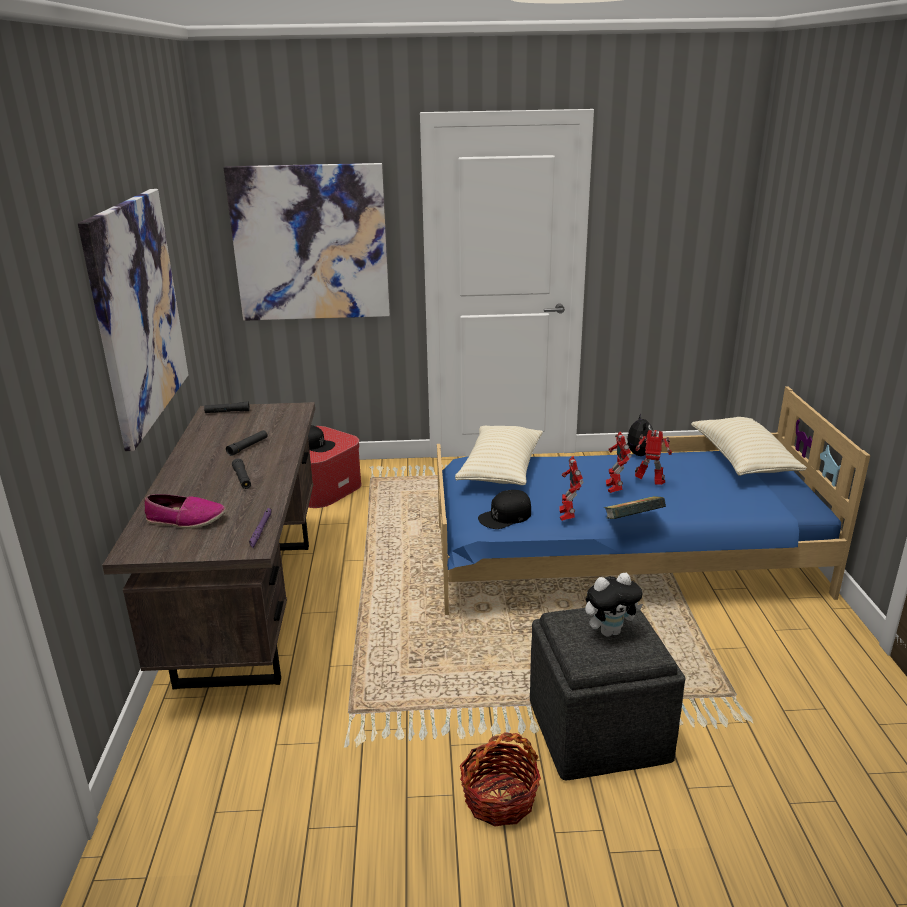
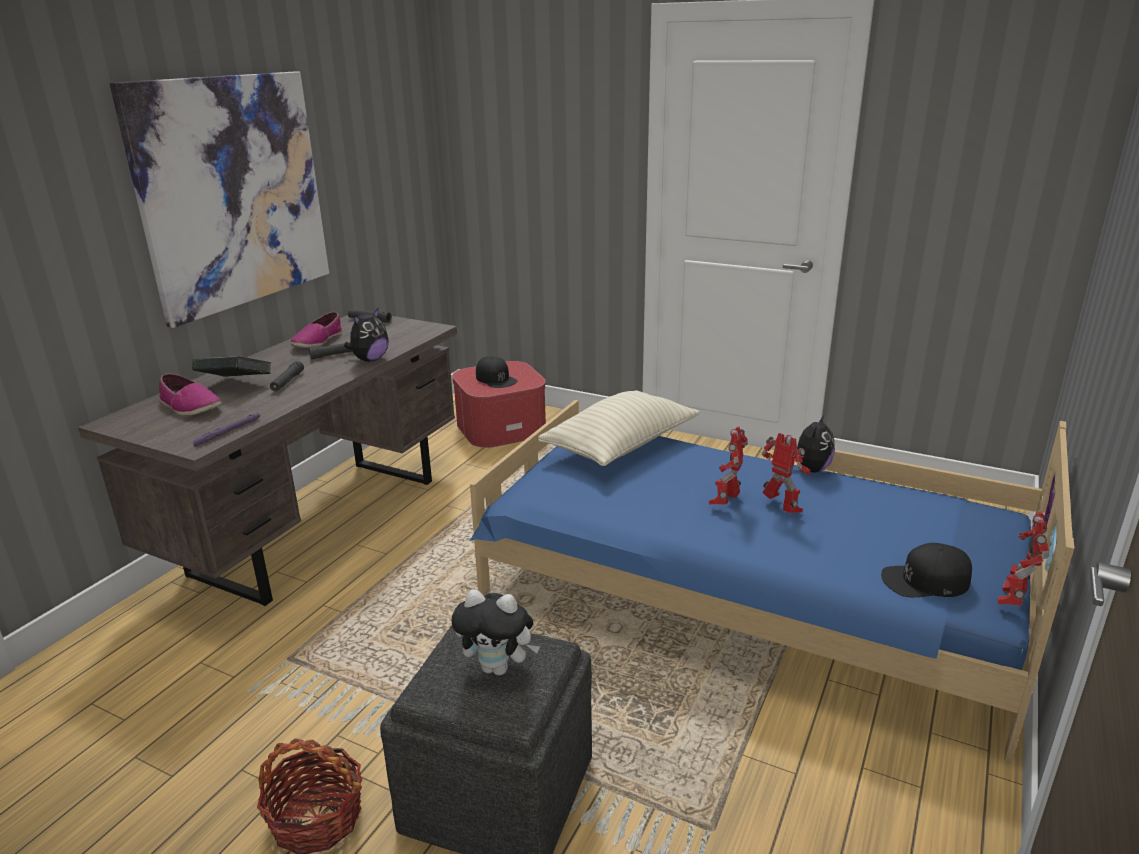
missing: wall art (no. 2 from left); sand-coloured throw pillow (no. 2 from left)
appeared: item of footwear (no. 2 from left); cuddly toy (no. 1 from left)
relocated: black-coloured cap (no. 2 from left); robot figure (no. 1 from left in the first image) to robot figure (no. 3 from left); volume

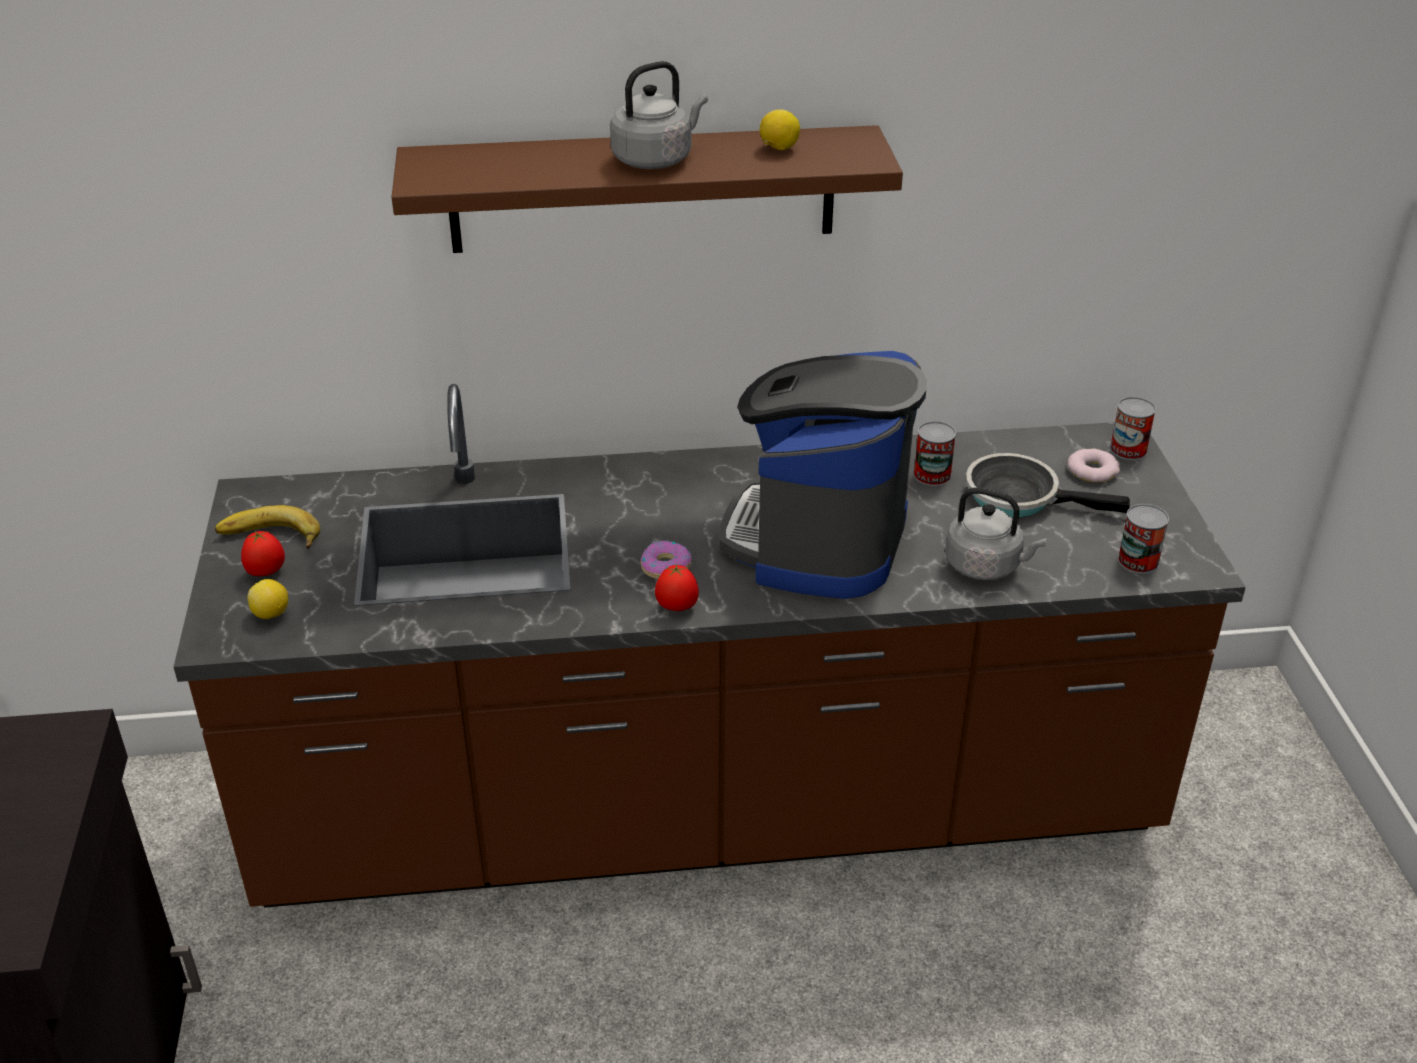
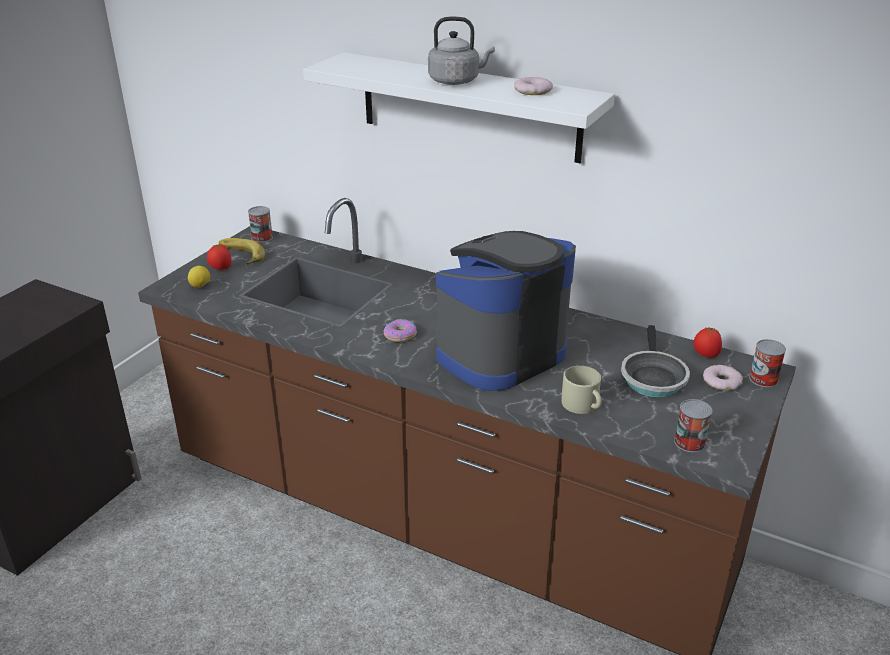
relocated: whole tomato (no. 2 from left); can (no. 1 from left)
exchanged: citrus fruit (no. 2 from left) to donut (no. 2 from left); gray water kettle (no. 2 from left) to sand-coloured mug
colour: brownish wall shelf to white wall shelf
spun: skillet 135 degrees counterclockwise

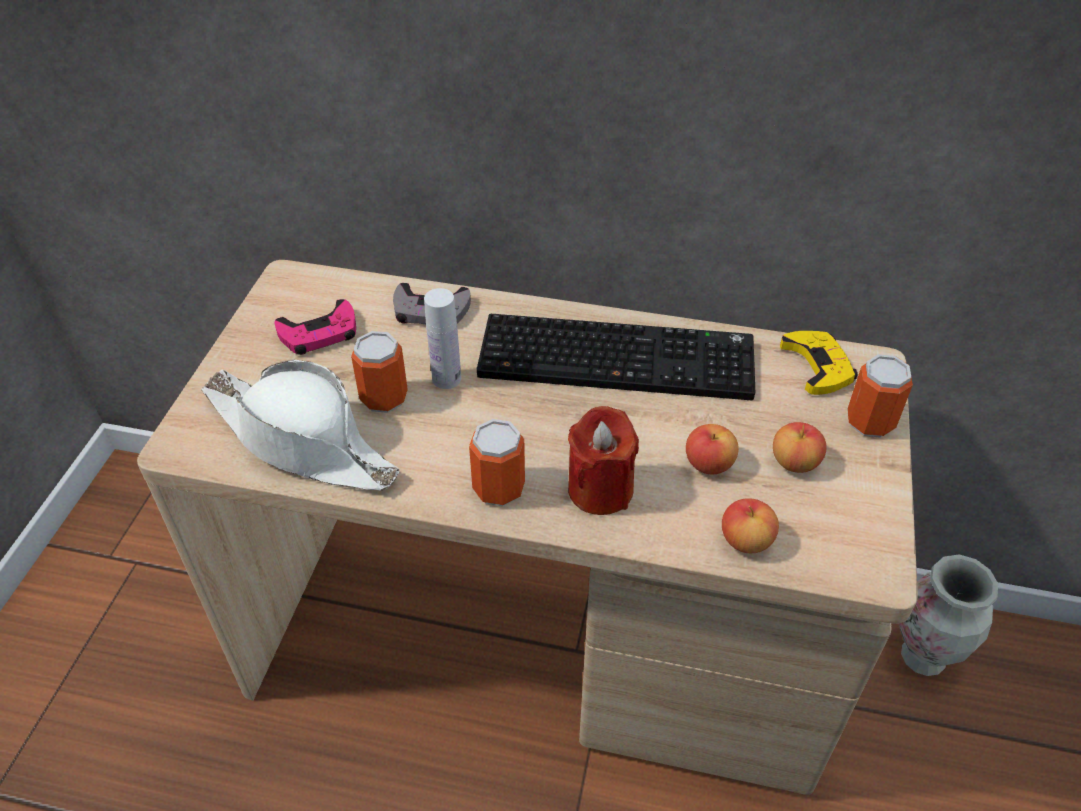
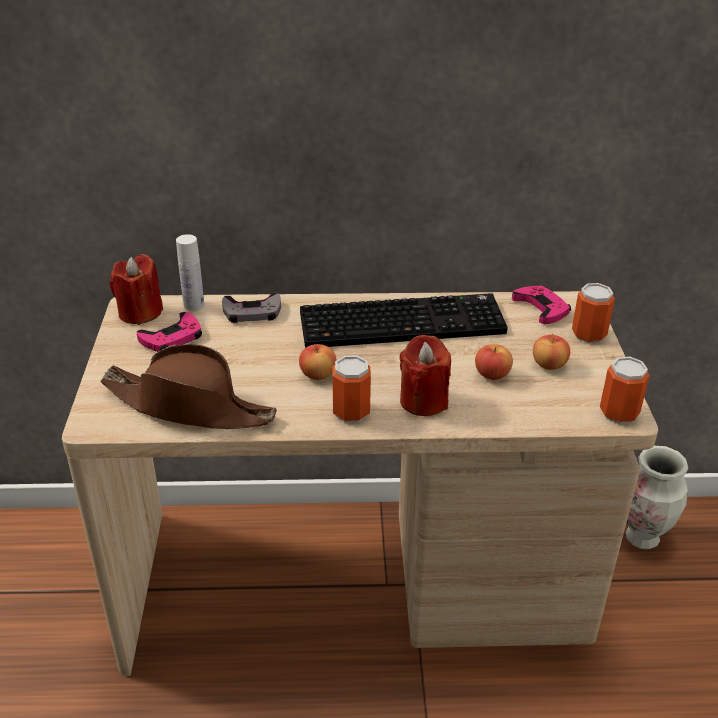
appeared: red-coloured candle (no. 1 from left)
relocated: can (no. 1 from left in the first image) to can (no. 3 from left); white beverage bottle; apple (no. 2 from left in the first image) to apple (no. 1 from left)
colour: white hat to brownish hat; yellow-coloured game controller to pink game controller (no. 2 from left)

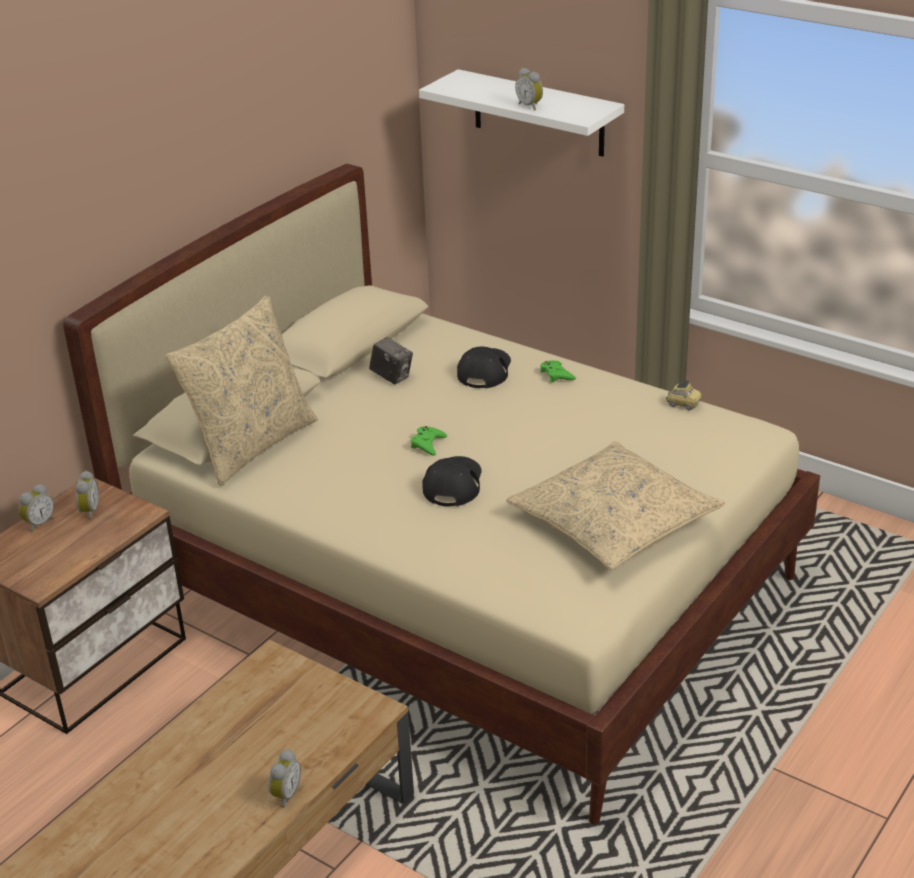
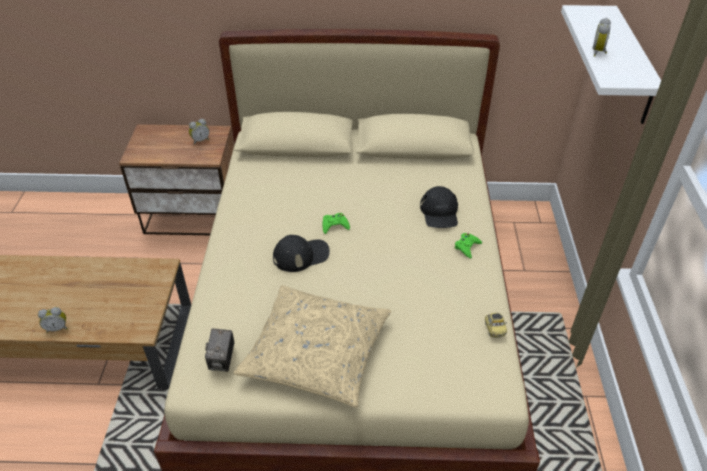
missing: bedside clock (no. 1 from left); sand-coloured throw pillow (no. 1 from left)
relocated: photo camera
spun: black-coloured cap (no. 2 from left) 105 degrees clockwise

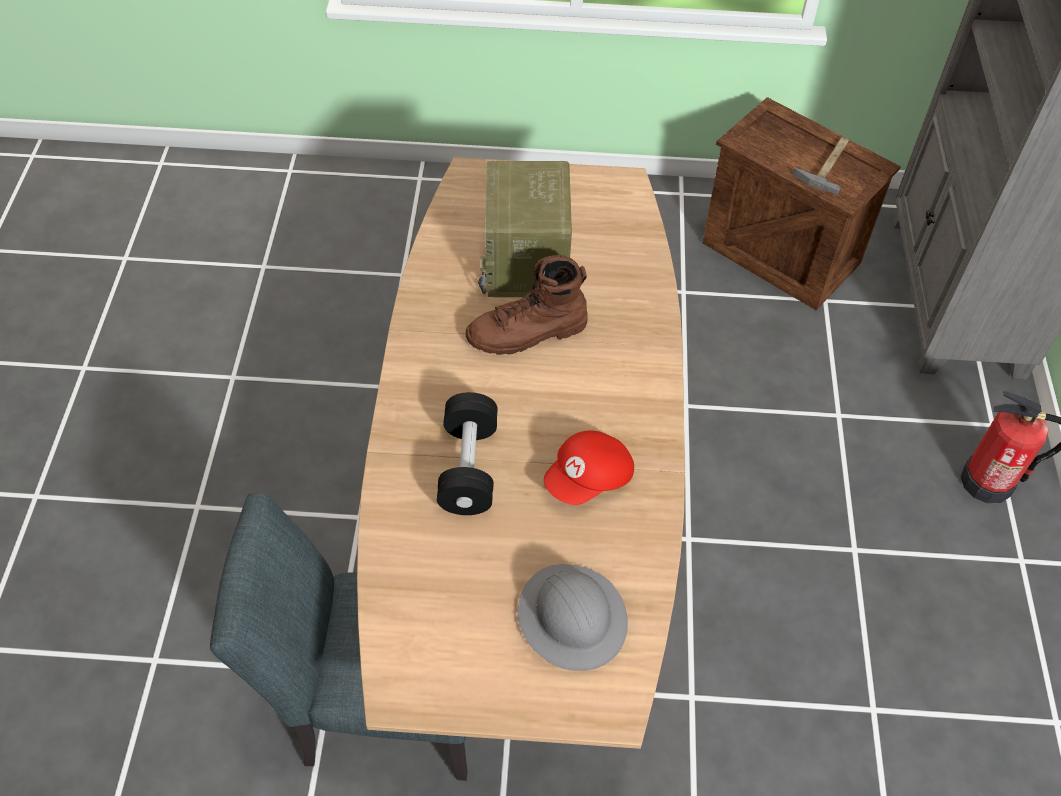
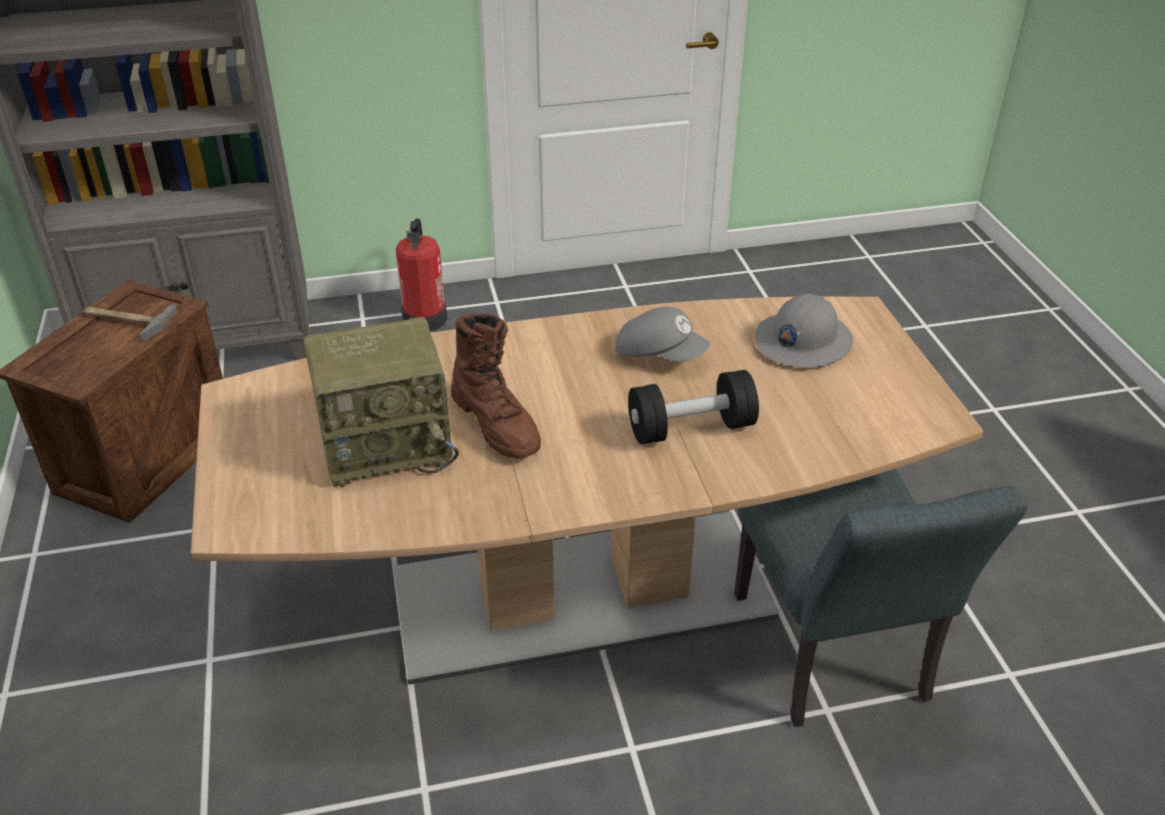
colour: red-coloured cap to gray cap

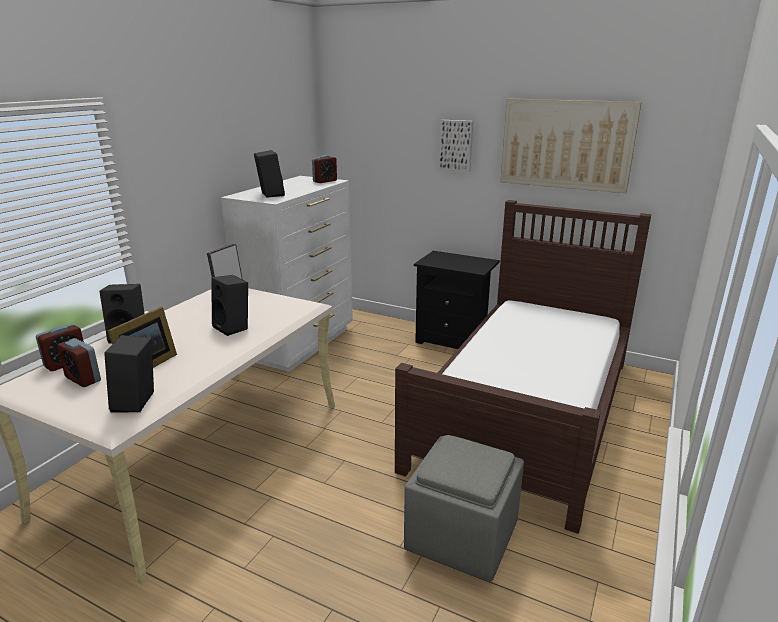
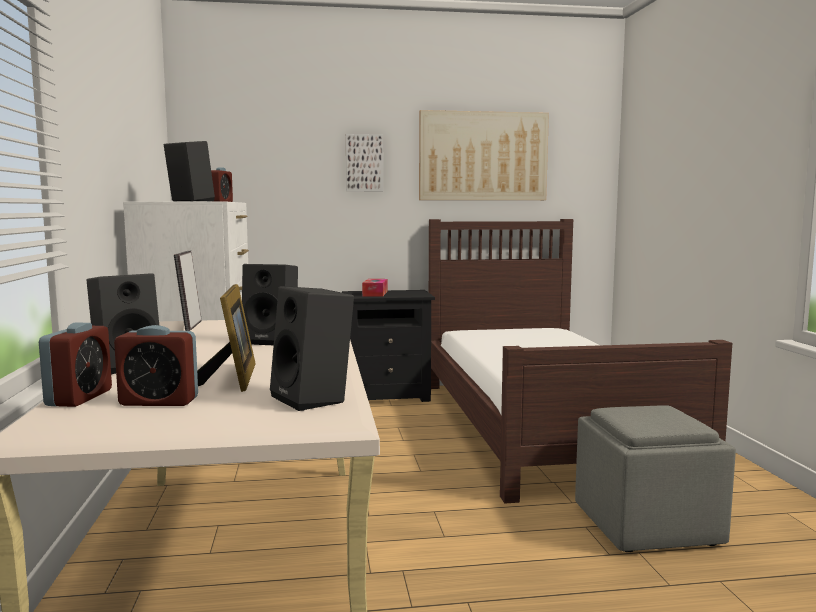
appeared: tissue box

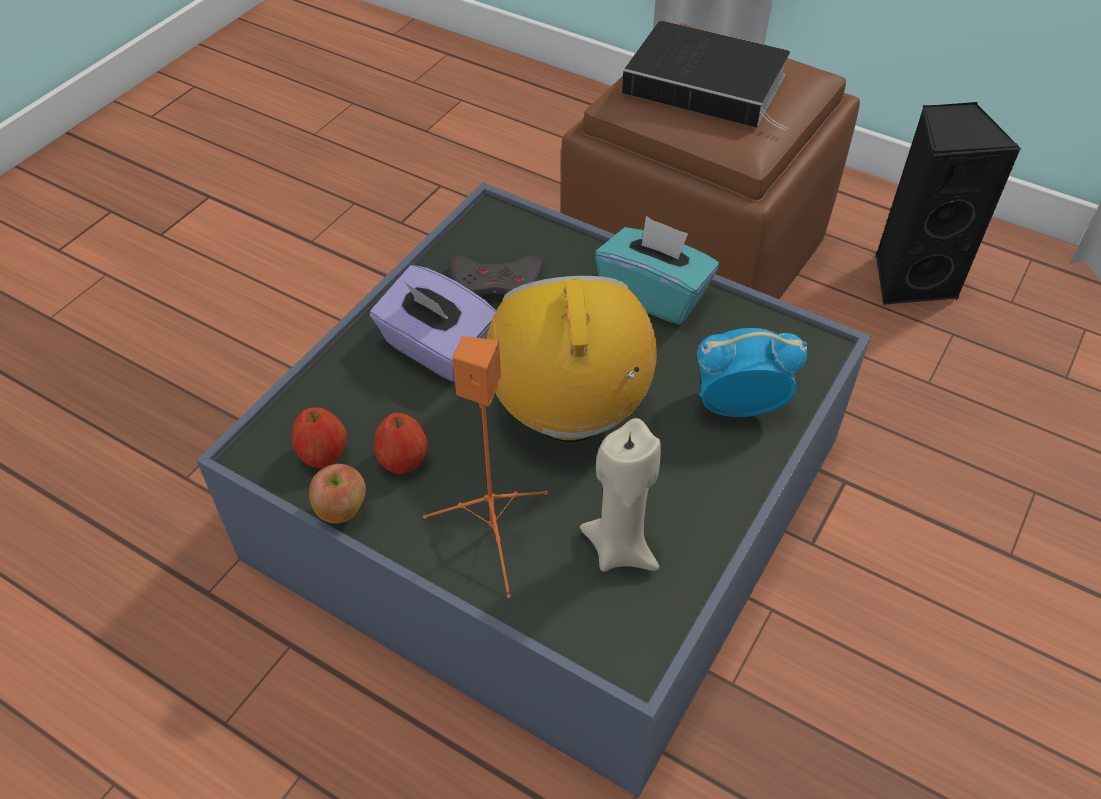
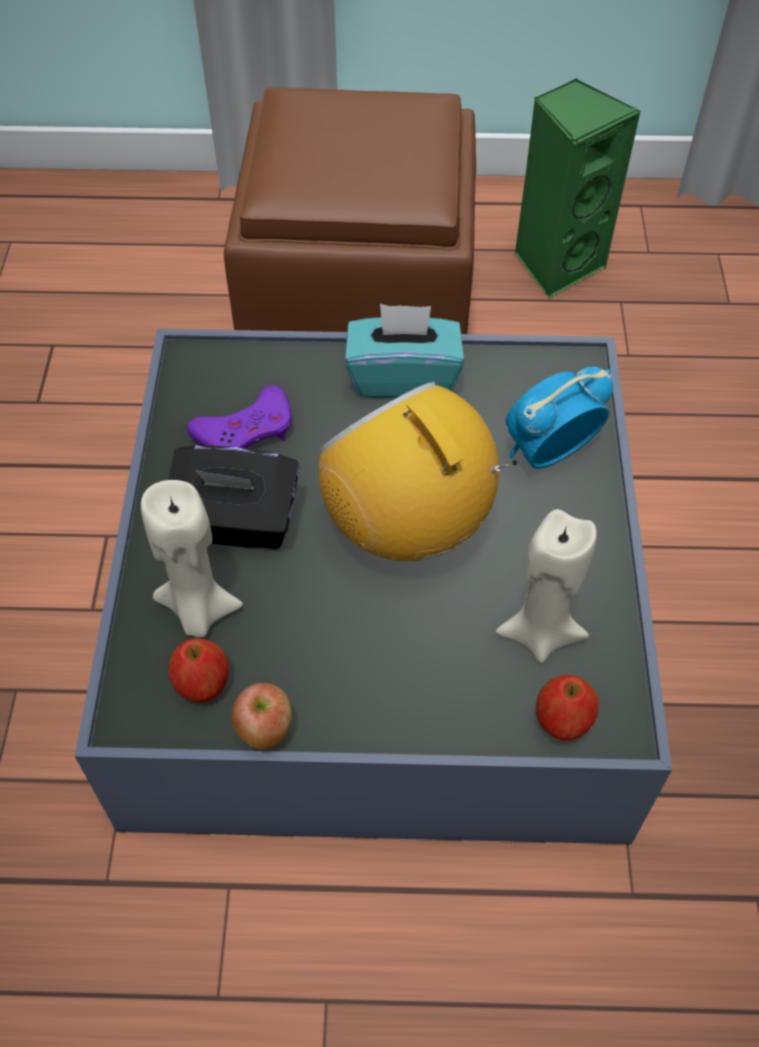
missing: orange loudspeaker; volume
appeared: sand-coloured candle (no. 1 from left)
relocated: apple (no. 3 from left)
colour: purple tissue box to black-coloured tissue box; gray game controller to purple game controller; black-coloured loudspeaker to greenish loudspeaker

